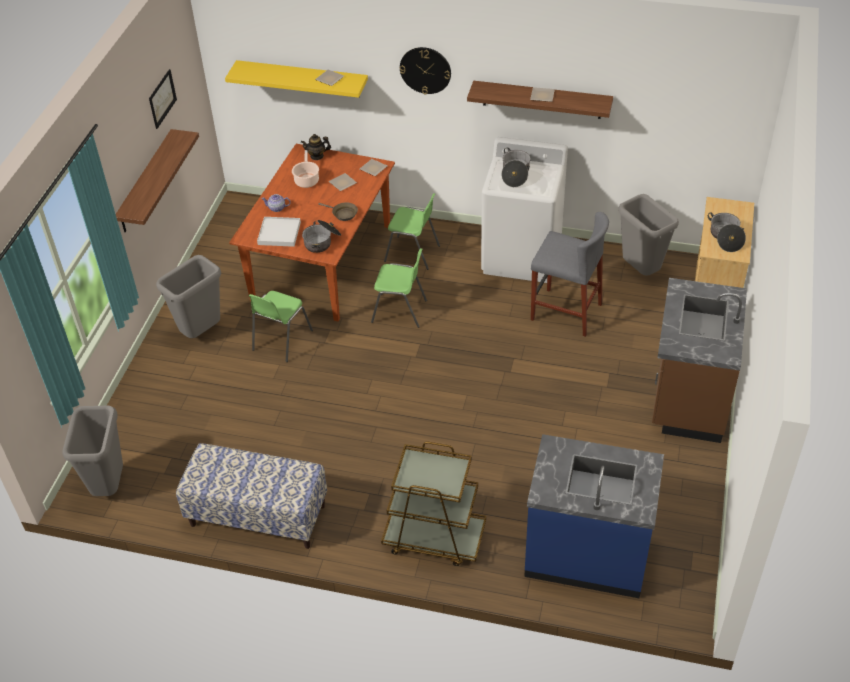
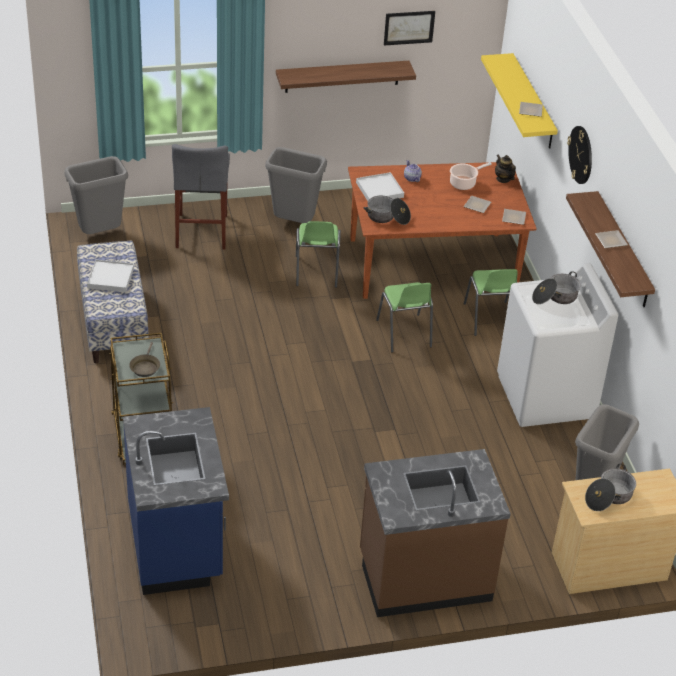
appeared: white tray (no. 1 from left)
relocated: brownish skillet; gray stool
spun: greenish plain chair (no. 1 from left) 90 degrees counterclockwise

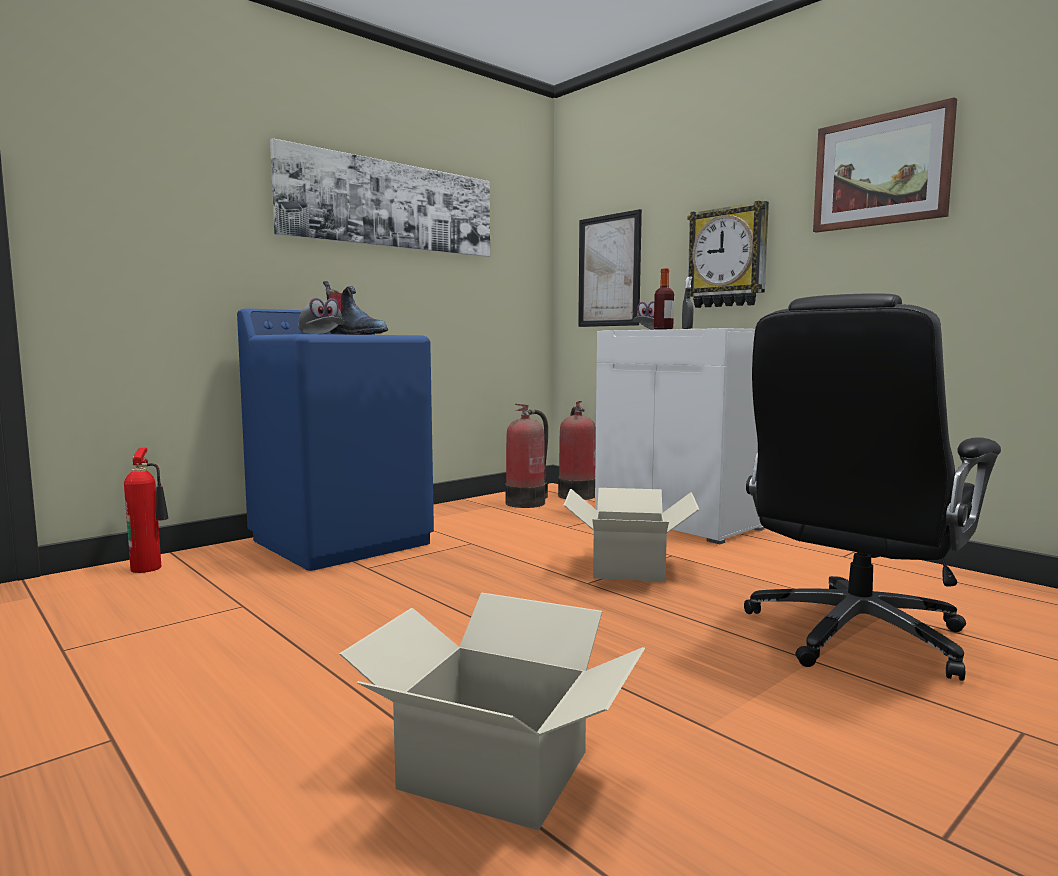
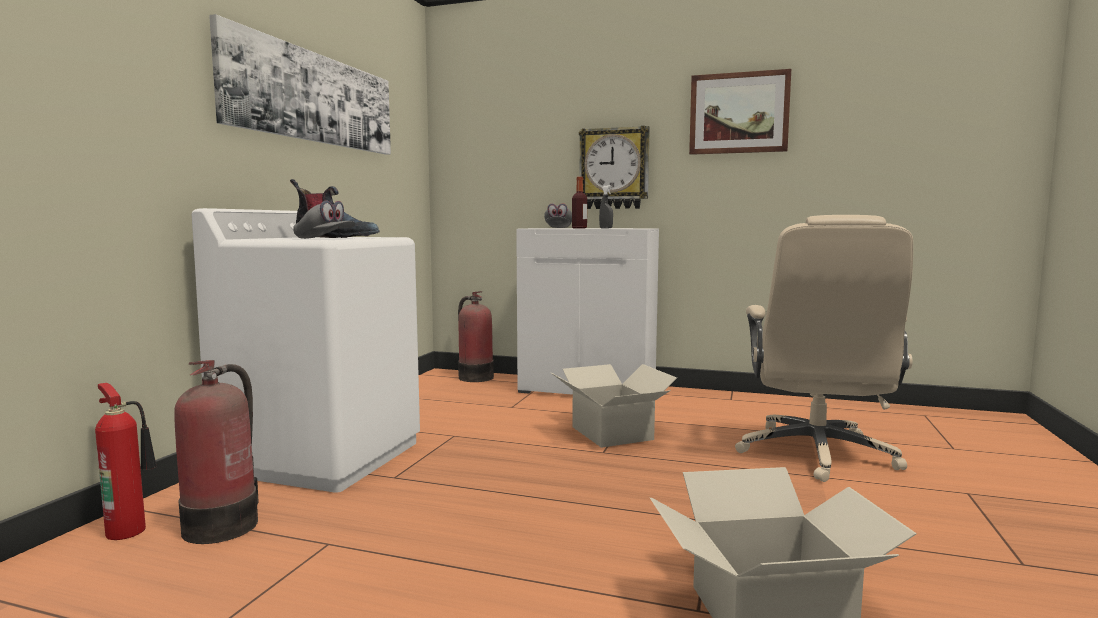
missing: wall art (no. 2 from left)
relocated: fire-fighting cylinder (no. 2 from left)
colour: blue-coloured laundry machine to white laundry machine; black-coloured desk chair to sand-coloured desk chair

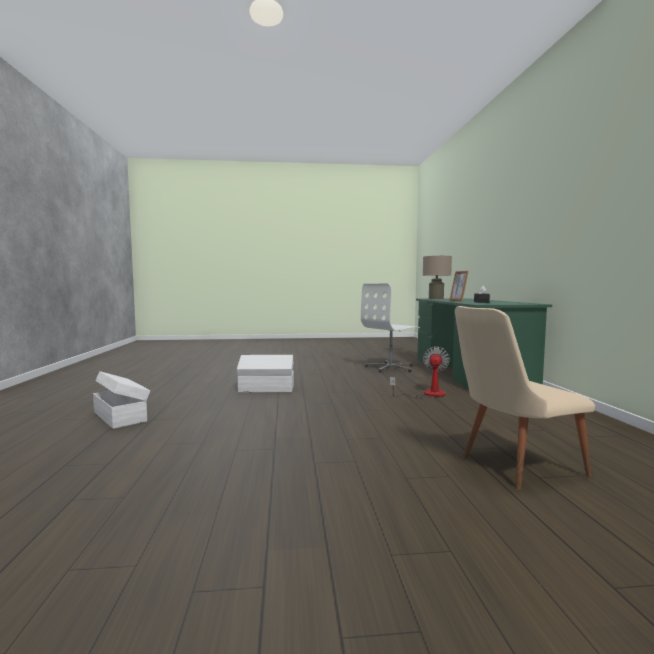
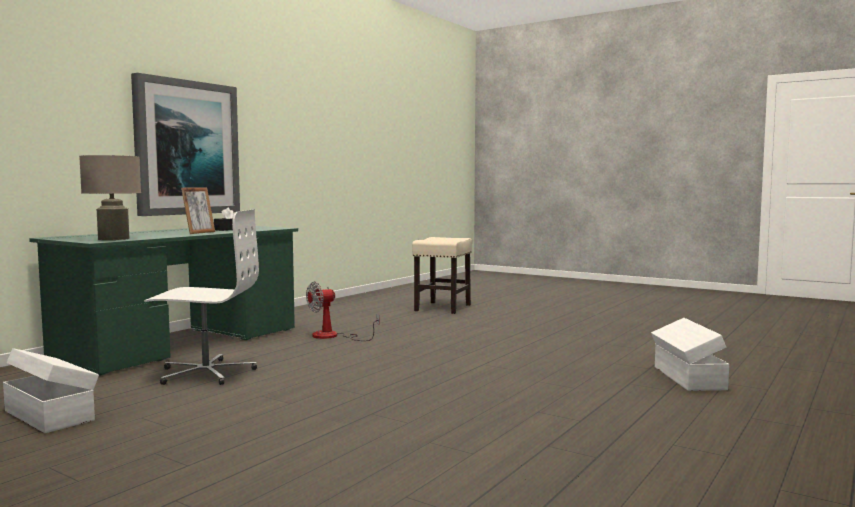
appeared: wall art
relocated: white storage bin (no. 2 from left in the first image) to white storage bin (no. 1 from left)
exchanged: sand-coloured plain chair to sand-coloured stool

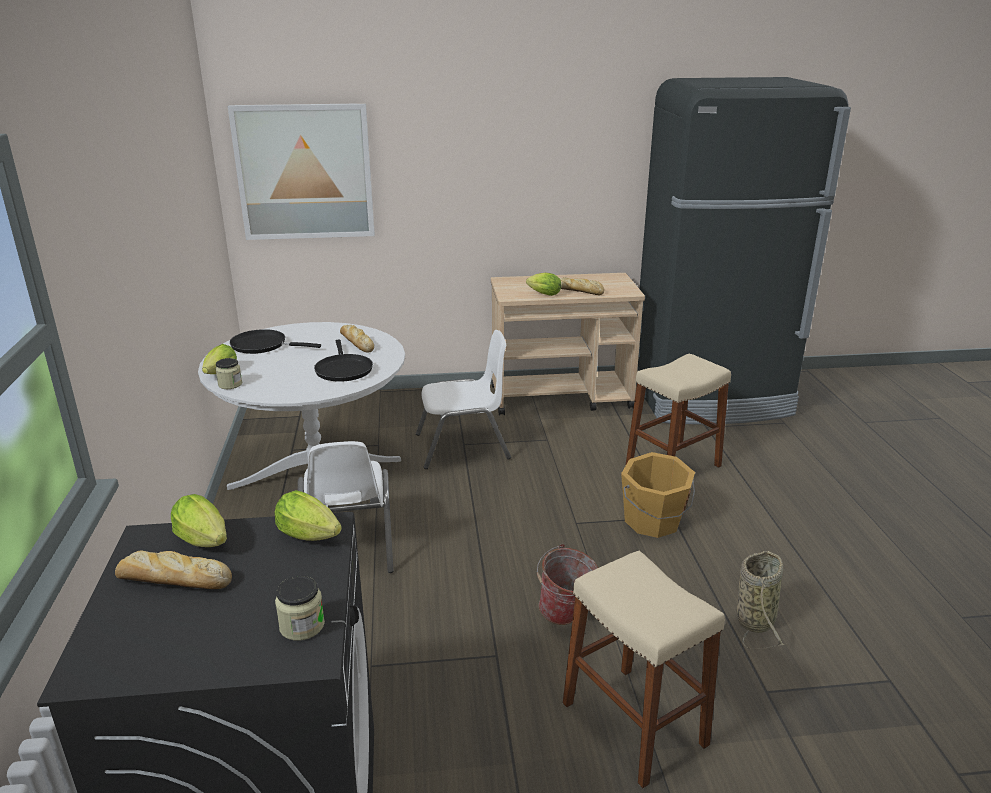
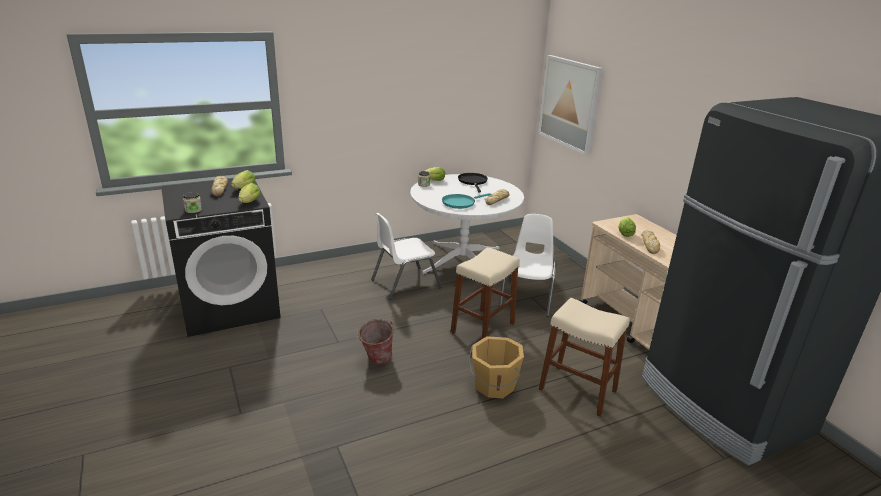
missing: basket
relocated: sand-coloured stool (no. 1 from left)
colour: black-coloured skillet (no. 2 from left) to blue-green skillet
spun: white plain chair (no. 2 from left) 135 degrees counterclockwise

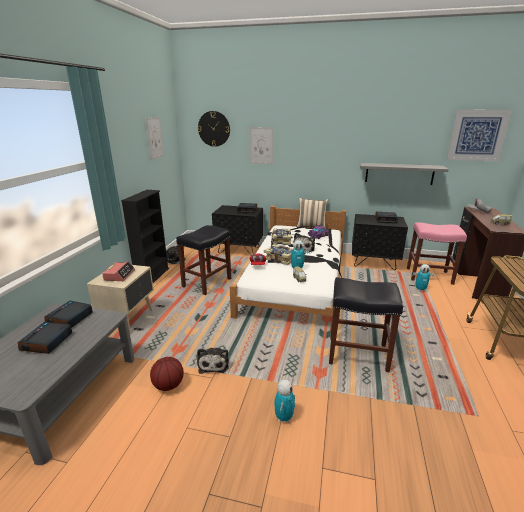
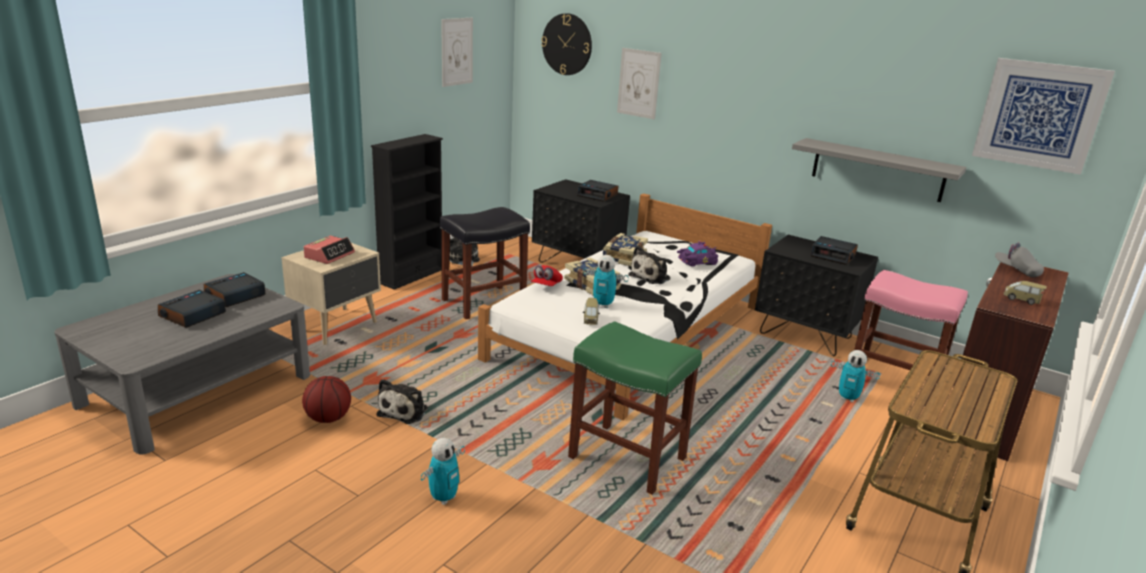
missing: sand-coloured throw pillow
colour: black-coloured stool (no. 2 from left) to greenish stool

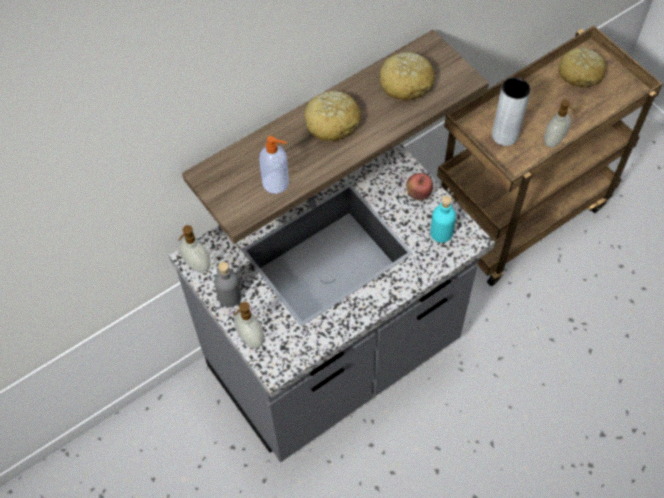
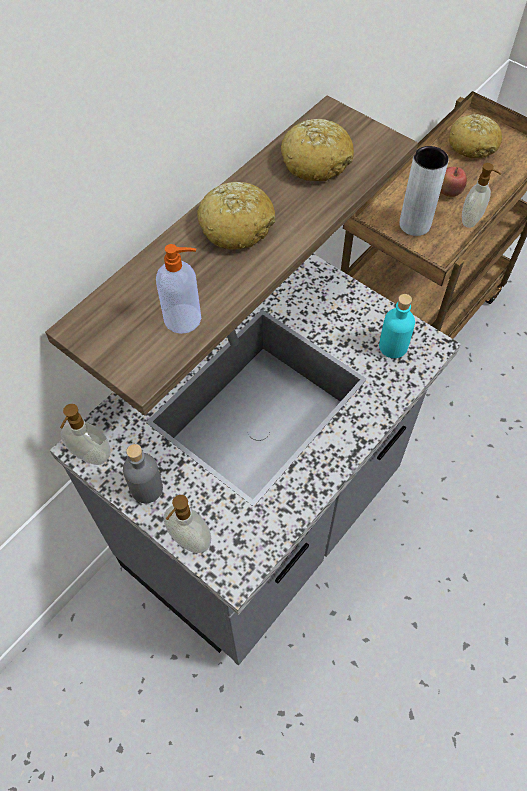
relocated: apple

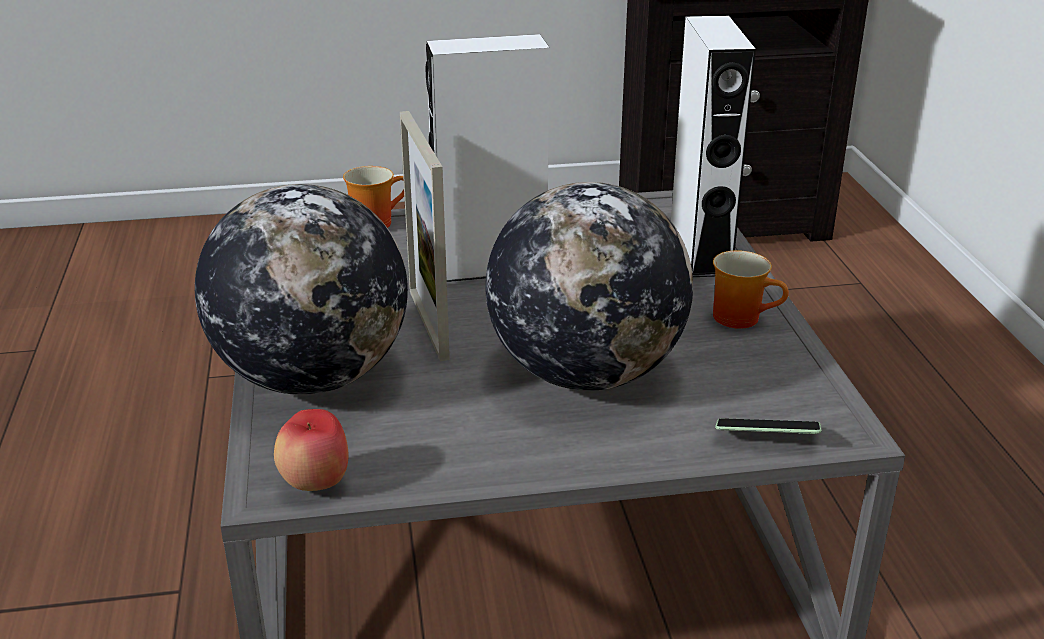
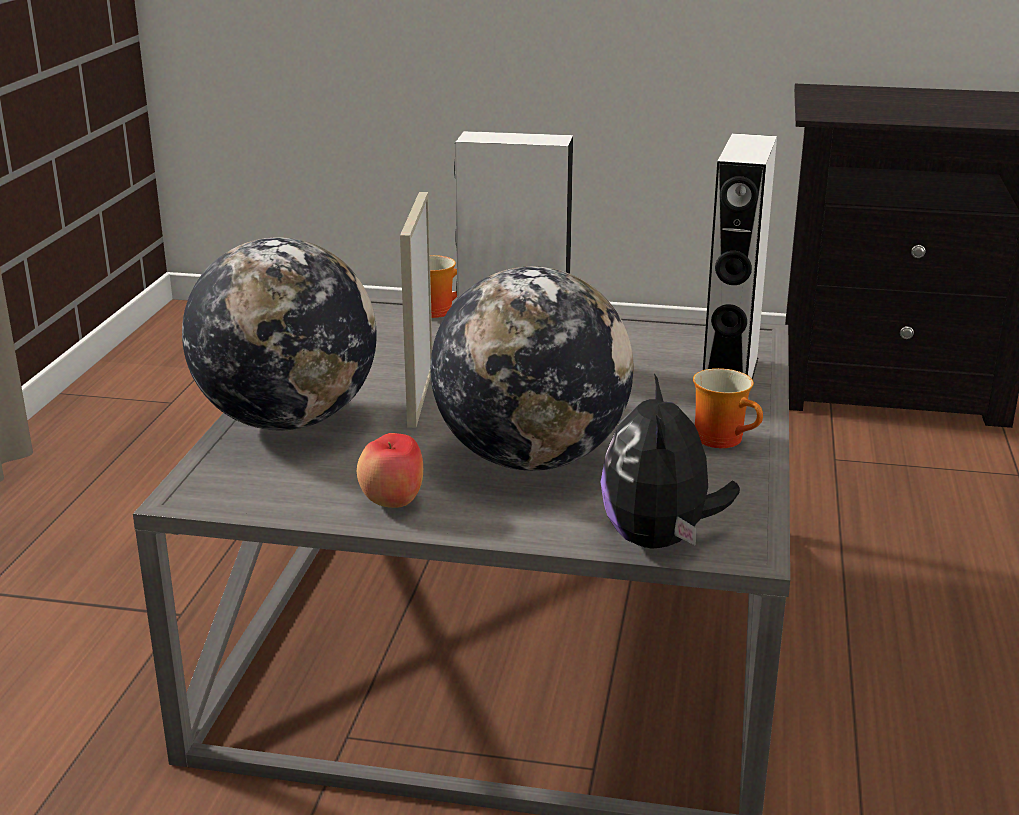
relocated: apple
exchanged: handset to cuddly toy

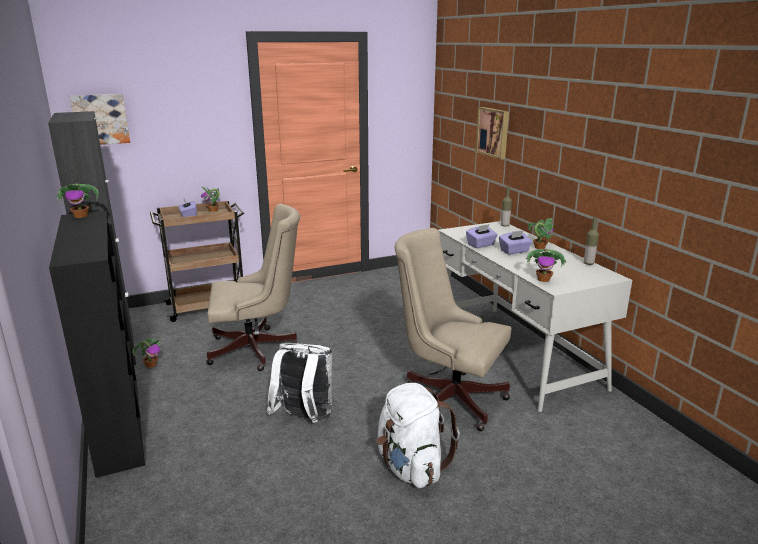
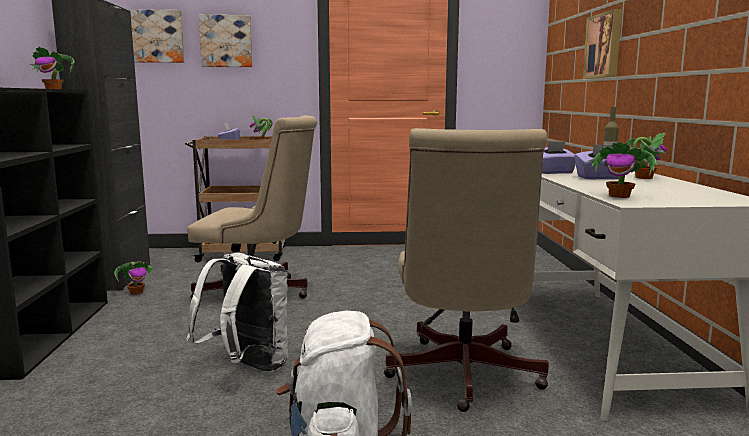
missing: beverage bottle (no. 2 from left)
appeared: wall art (no. 2 from left)
spun: sand-coloured desk chair (no. 2 from left) 135 degrees counterclockwise

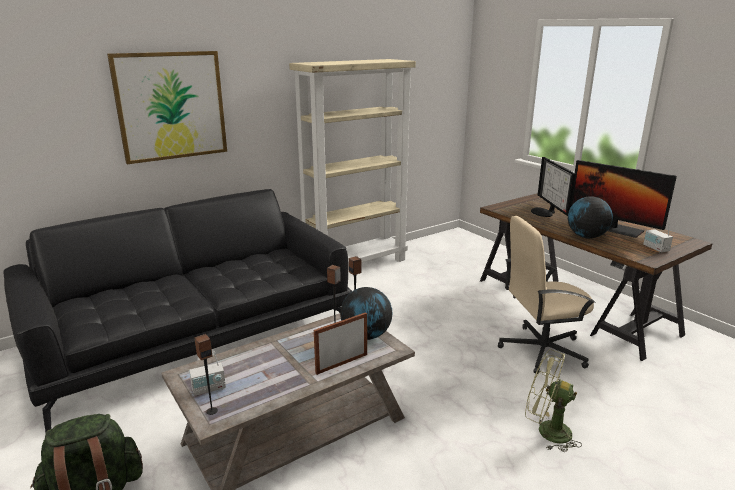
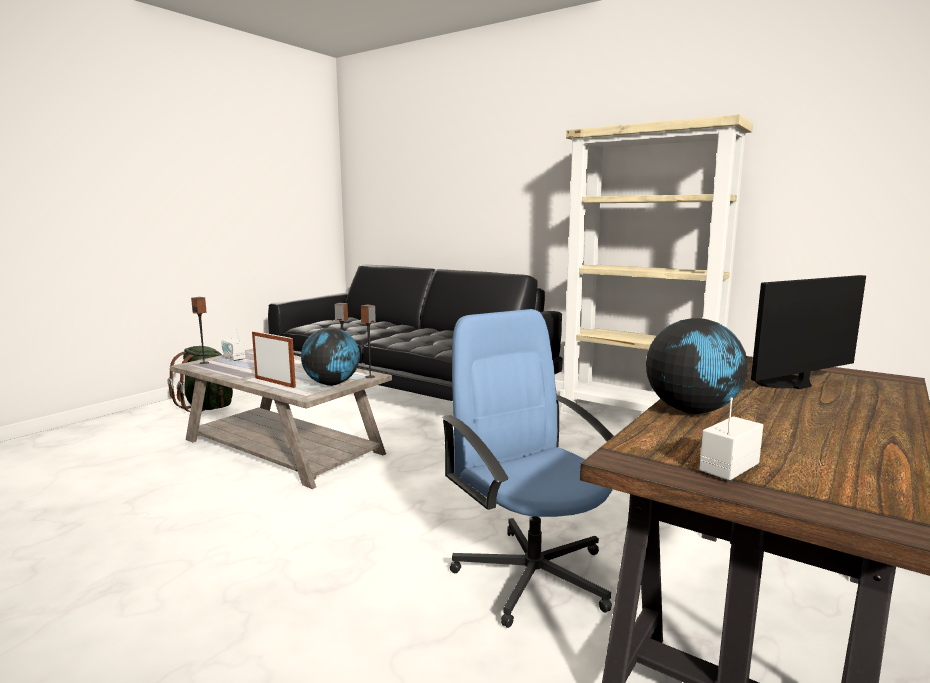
missing: wall art; greenish cooling fan; computer screen (no. 2 from left)
colour: sand-coloured desk chair to blue-coloured desk chair

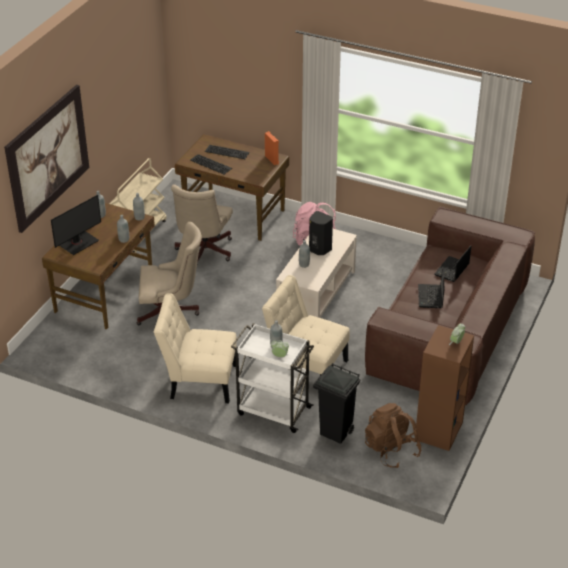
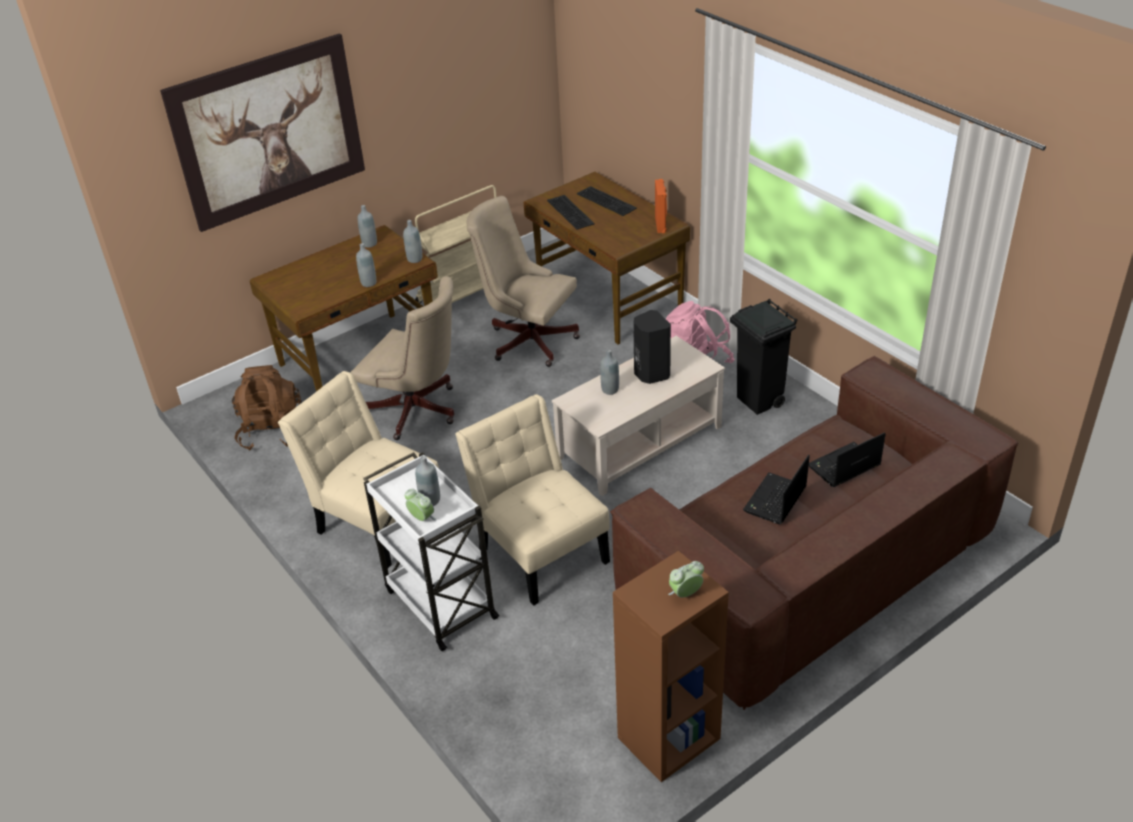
missing: computer screen
relocated: black-coloured rubbish bin; brownish backpack
spun: sand-coloured desk chair (no. 2 from left) 75 degrees clockwise

